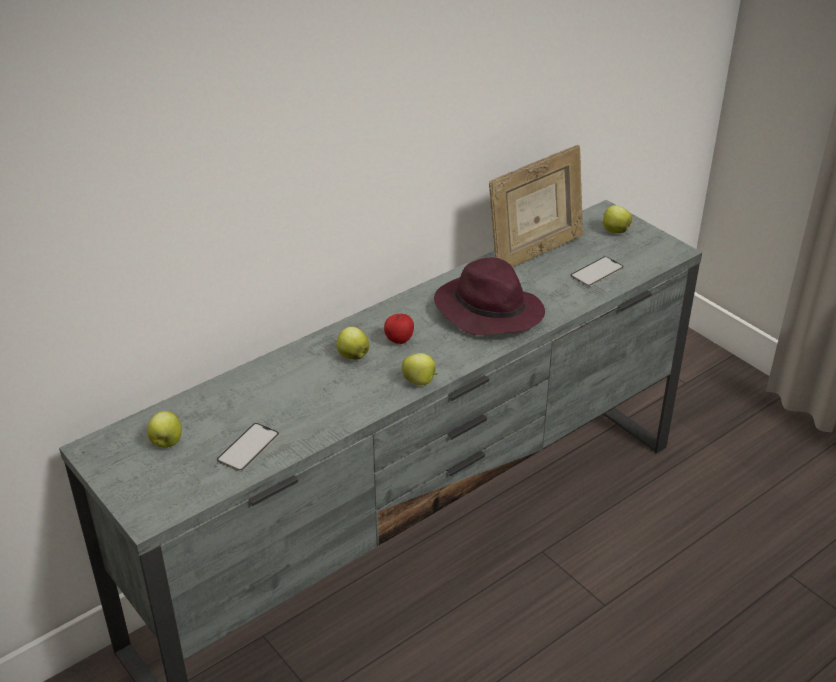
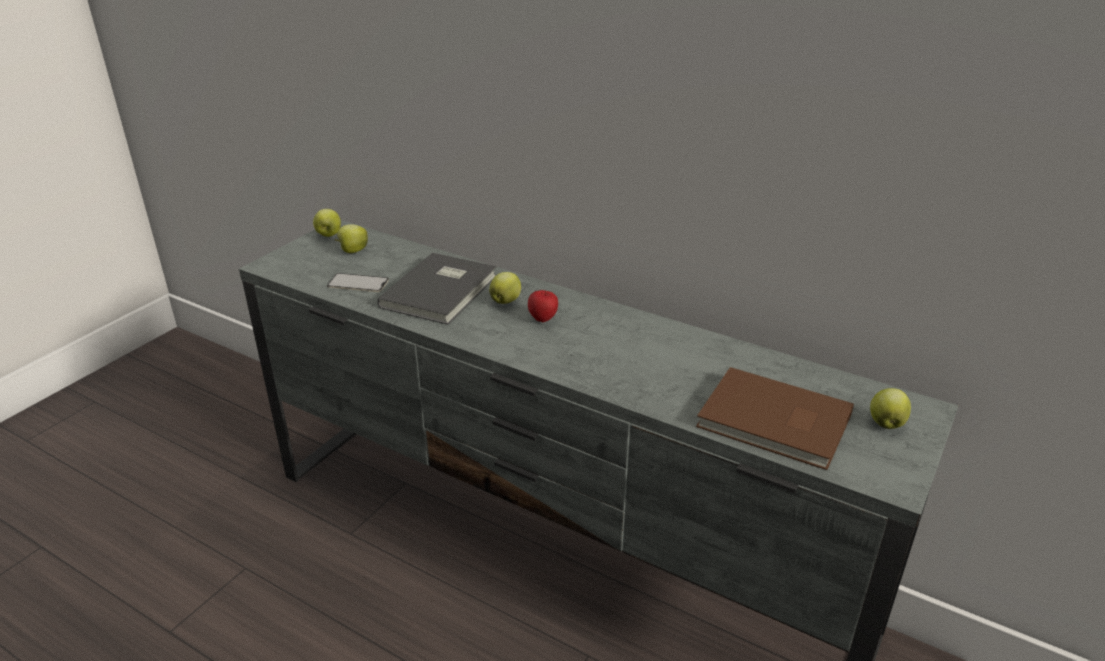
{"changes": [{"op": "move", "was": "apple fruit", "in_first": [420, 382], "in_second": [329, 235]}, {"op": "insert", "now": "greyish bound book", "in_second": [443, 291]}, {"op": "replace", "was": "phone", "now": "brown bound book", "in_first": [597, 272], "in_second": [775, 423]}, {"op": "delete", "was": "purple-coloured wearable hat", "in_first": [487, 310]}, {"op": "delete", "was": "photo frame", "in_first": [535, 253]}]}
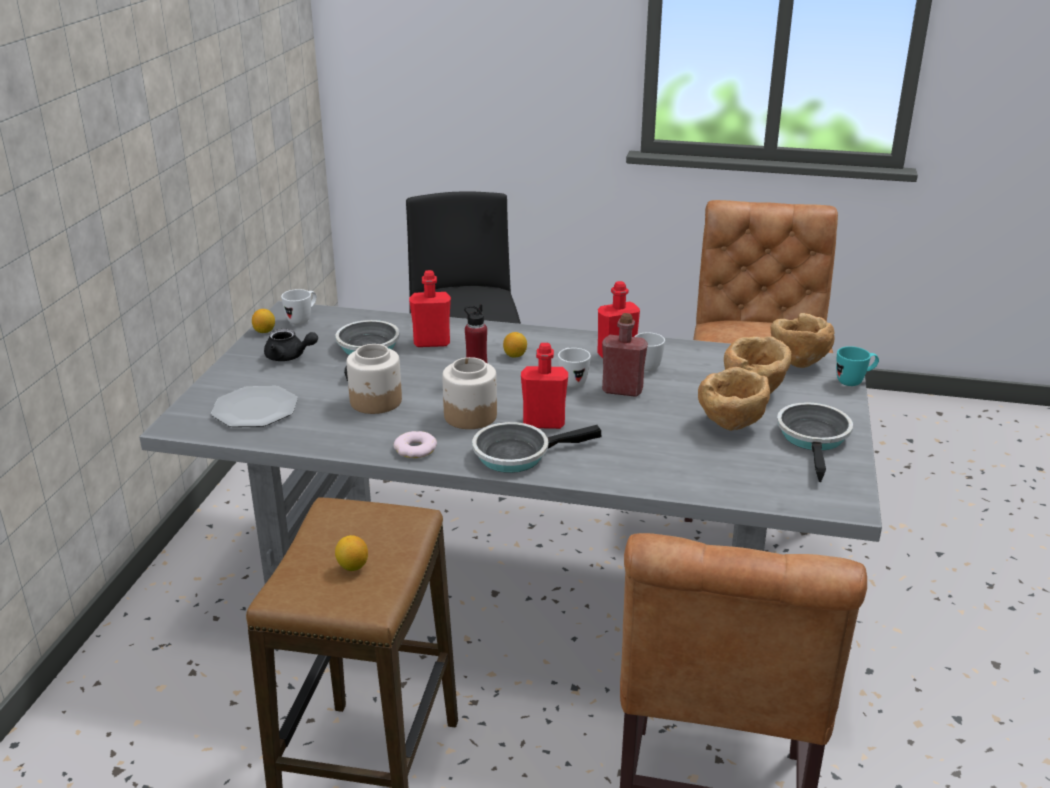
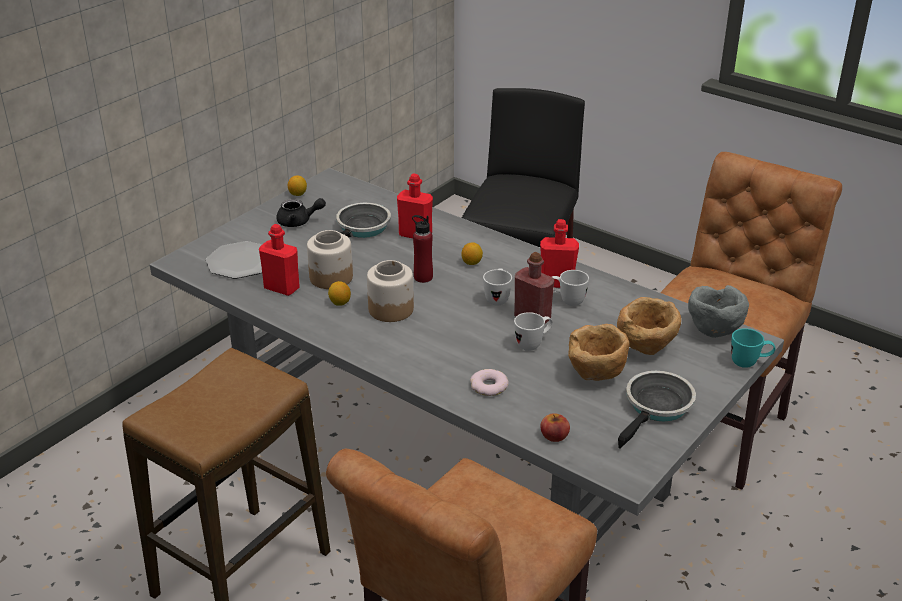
{"changes": [{"op": "move", "was": "reddish beverage bottle", "in_first": [544, 423], "in_second": [281, 288]}, {"op": "rotate", "was": "black-coloured pot for tea", "in_first": [289, 357], "in_second": [298, 222], "clockwise": -45}, {"op": "move", "was": "lemon", "in_first": [352, 566], "in_second": [339, 303]}, {"op": "move", "was": "donut", "in_first": [415, 449], "in_second": [489, 386]}, {"op": "move", "was": "white tea mug", "in_first": [303, 319], "in_second": [533, 344]}, {"op": "insert", "now": "apple fruit", "in_second": [554, 435]}, {"op": "recolor", "was": "brown bowl", "now": "greyish bowl", "in_first": [797, 363], "in_second": [713, 331]}, {"op": "delete", "was": "pan", "in_first": [517, 454]}]}
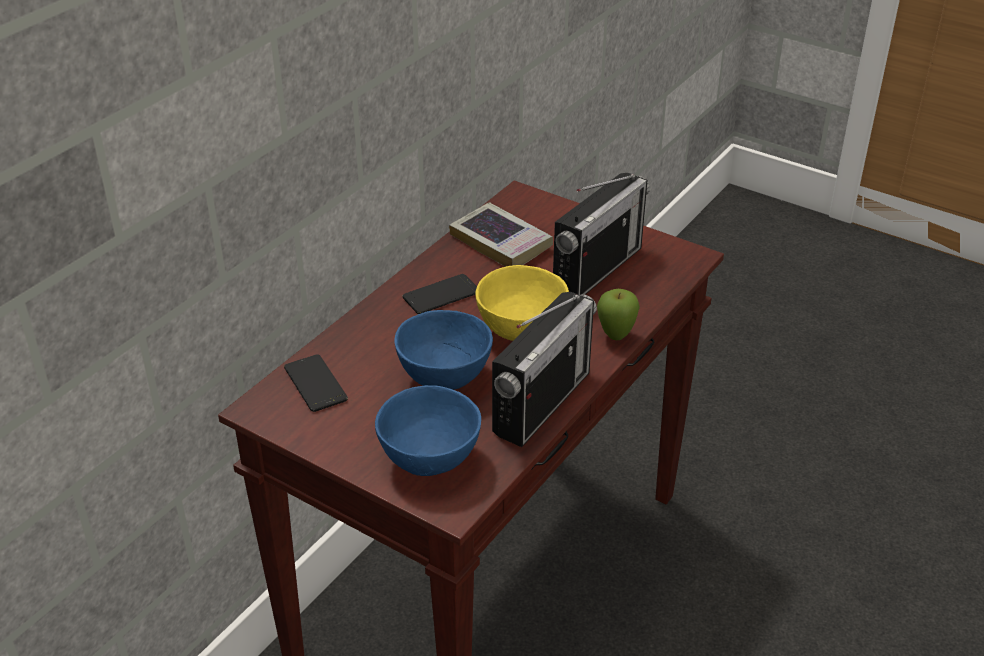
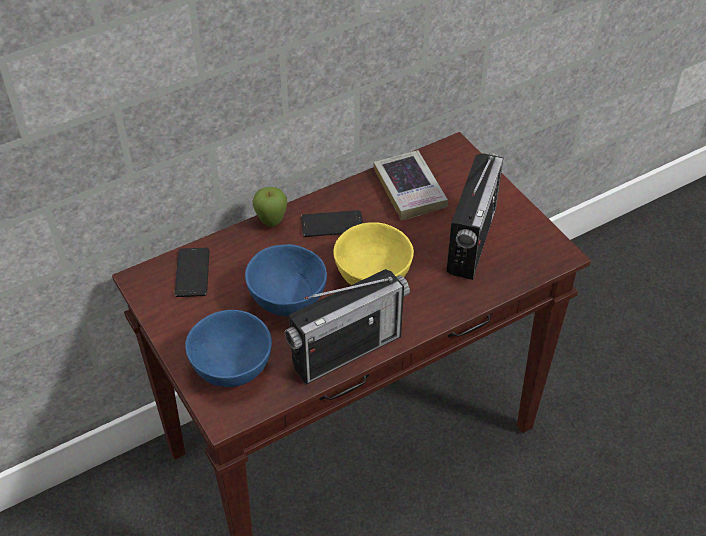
{"changes": [{"op": "move", "was": "apple fruit", "in_first": [616, 336], "in_second": [271, 223]}, {"op": "rotate", "was": "radio receiver", "in_first": [597, 269], "in_second": [471, 241], "clockwise": -45}]}
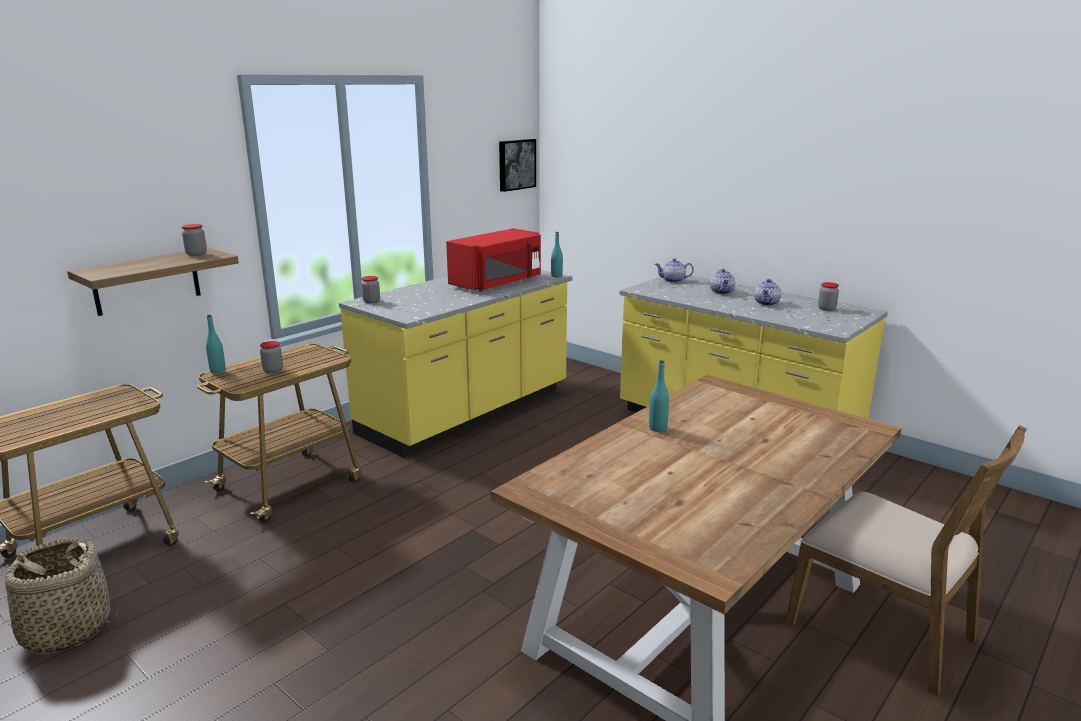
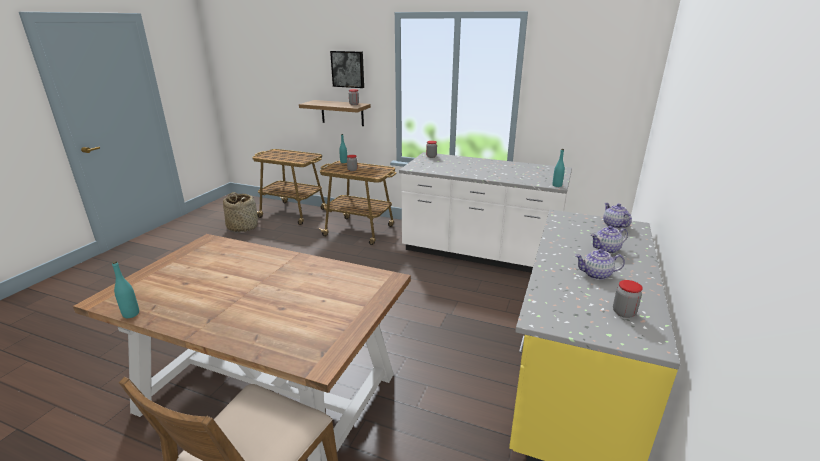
{"changes": [{"op": "move", "was": "turquoise-coloured beverage bottle", "in_first": [657, 428], "in_second": [131, 314]}, {"op": "move", "was": "wall picture", "in_first": [516, 164], "in_second": [348, 69]}, {"op": "recolor", "was": "yellow-coloured kitchen base unit", "now": "white kitchen base unit", "in_first": [467, 412], "in_second": [479, 253]}, {"op": "delete", "was": "reddish microwave", "in_first": [497, 283]}]}
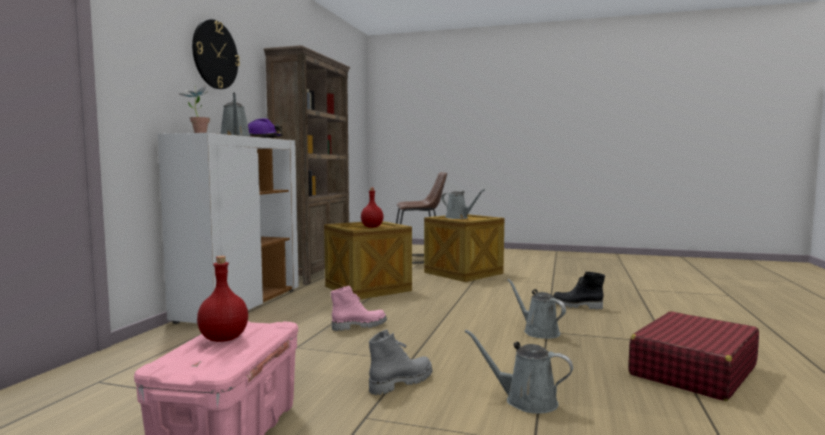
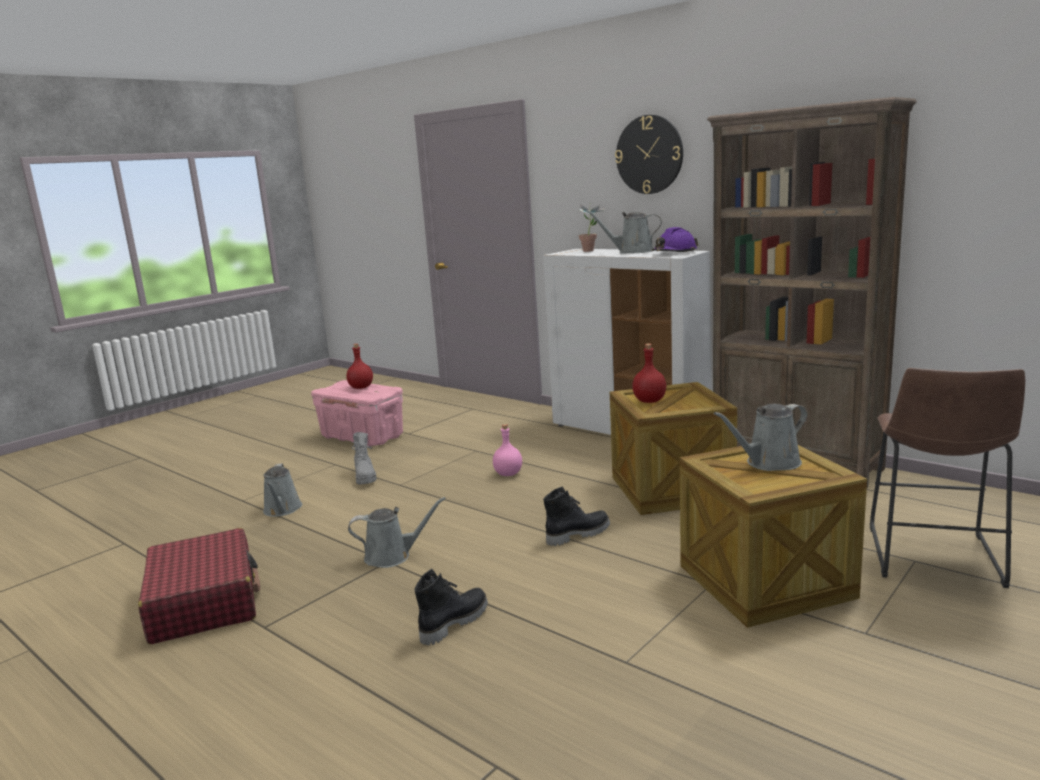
{"changes": [{"op": "rotate", "was": "greyish watering pot", "in_first": [525, 401], "in_second": [282, 510], "clockwise": 120}, {"op": "replace", "was": "pink-coloured boot", "now": "pink-coloured beverage bottle", "in_first": [359, 326], "in_second": [508, 474]}, {"op": "insert", "now": "black-coloured boot", "in_second": [577, 534]}]}
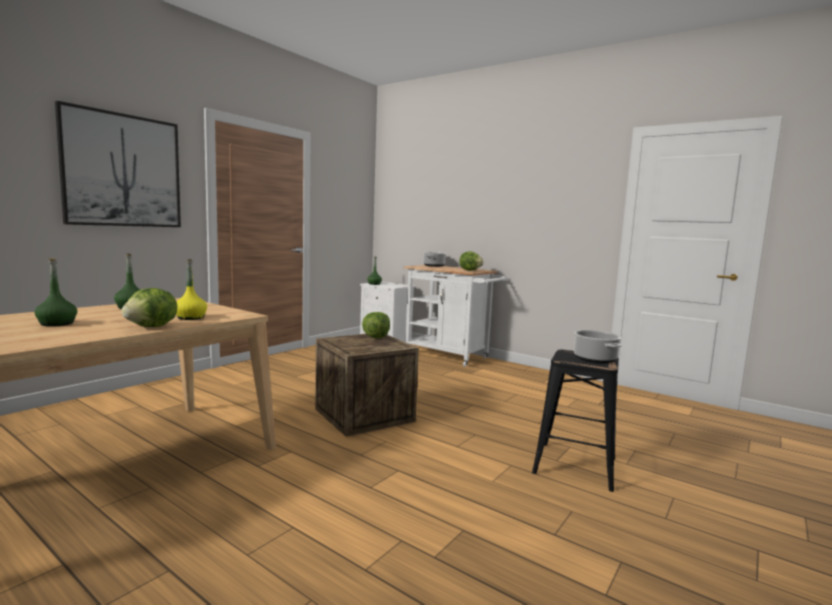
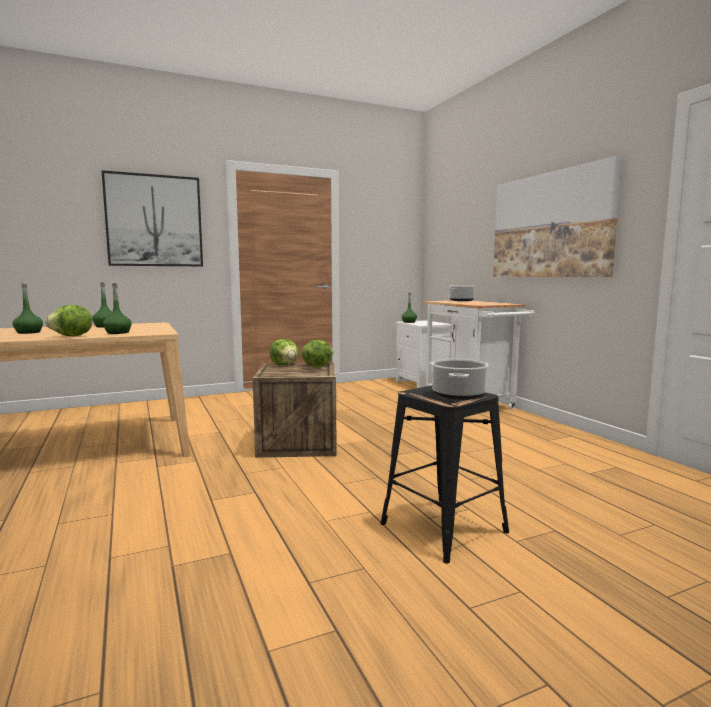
{"changes": [{"op": "recolor", "was": "yellow-coloured beverage bottle", "now": "greenish beverage bottle", "in_first": [190, 318], "in_second": [118, 333]}, {"op": "move", "was": "head of lettuce", "in_first": [470, 270], "in_second": [285, 365]}, {"op": "insert", "now": "wall picture", "in_second": [550, 225]}]}
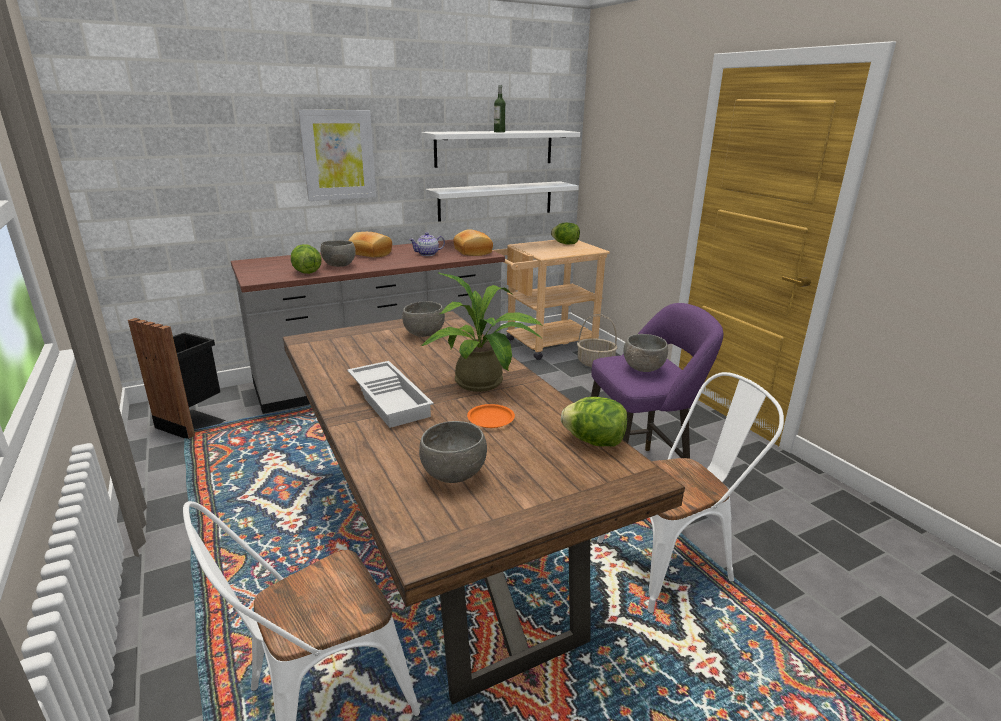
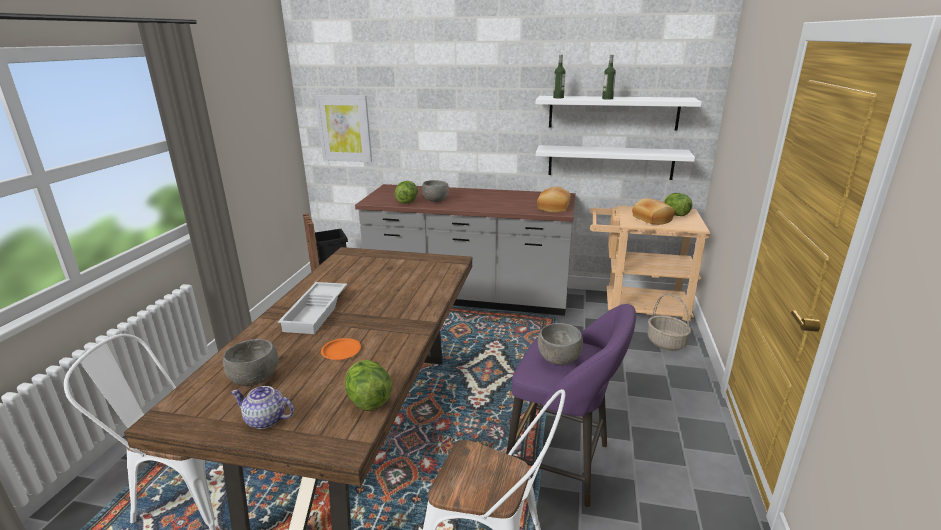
{"changes": [{"op": "move", "was": "pot for tea", "in_first": [428, 254], "in_second": [266, 420]}, {"op": "move", "was": "wall picture", "in_first": [338, 155], "in_second": [344, 128]}, {"op": "insert", "now": "beverage bottle", "in_second": [558, 97]}, {"op": "move", "was": "baked bread", "in_first": [370, 254], "in_second": [651, 219]}, {"op": "delete", "was": "greyish bowl", "in_first": [424, 334]}, {"op": "delete", "was": "potted plant", "in_first": [483, 384]}]}
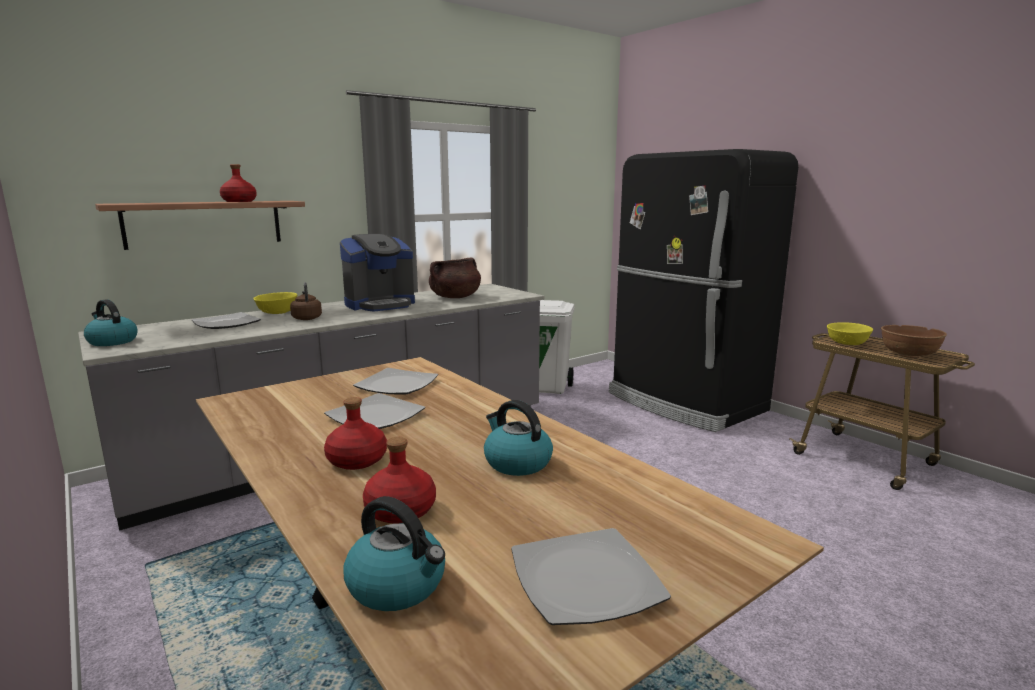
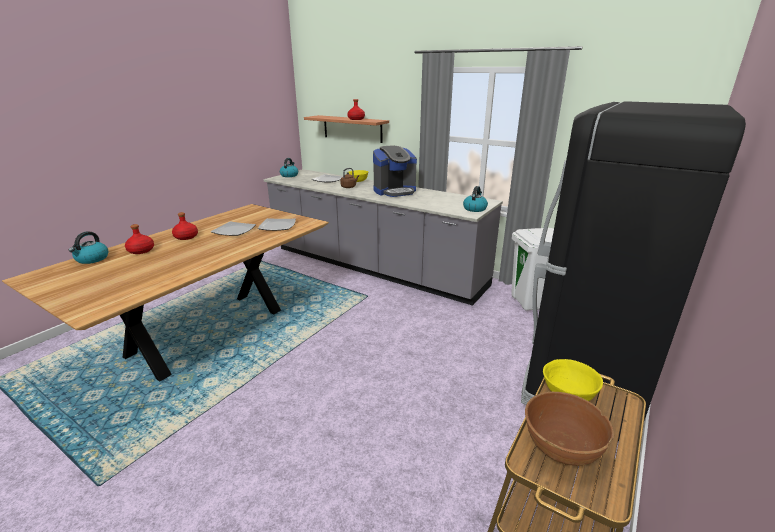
{"changes": [{"op": "rotate", "was": "coffee machine", "in_first": [380, 304], "in_second": [394, 191], "clockwise": -60}, {"op": "move", "was": "kettle", "in_first": [516, 462], "in_second": [474, 209]}, {"op": "delete", "was": "brown saucepot", "in_first": [455, 297]}, {"op": "delete", "was": "dinner plate", "in_first": [584, 580]}]}
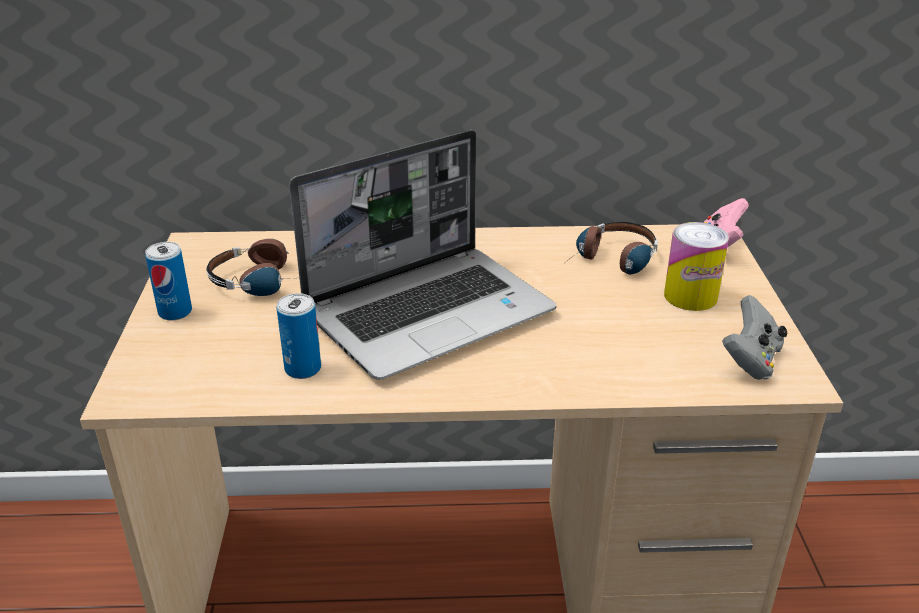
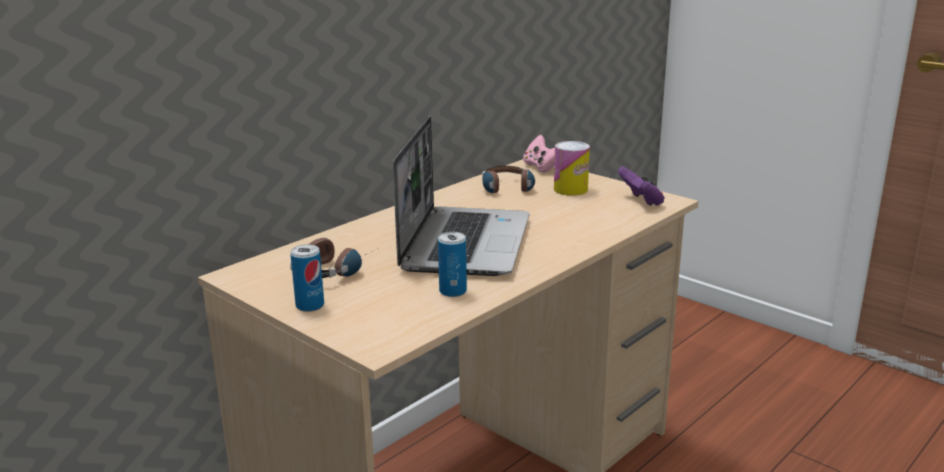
{"changes": [{"op": "recolor", "was": "greyish joypad", "now": "purple-coloured joypad", "in_first": [750, 360], "in_second": [641, 201]}]}
